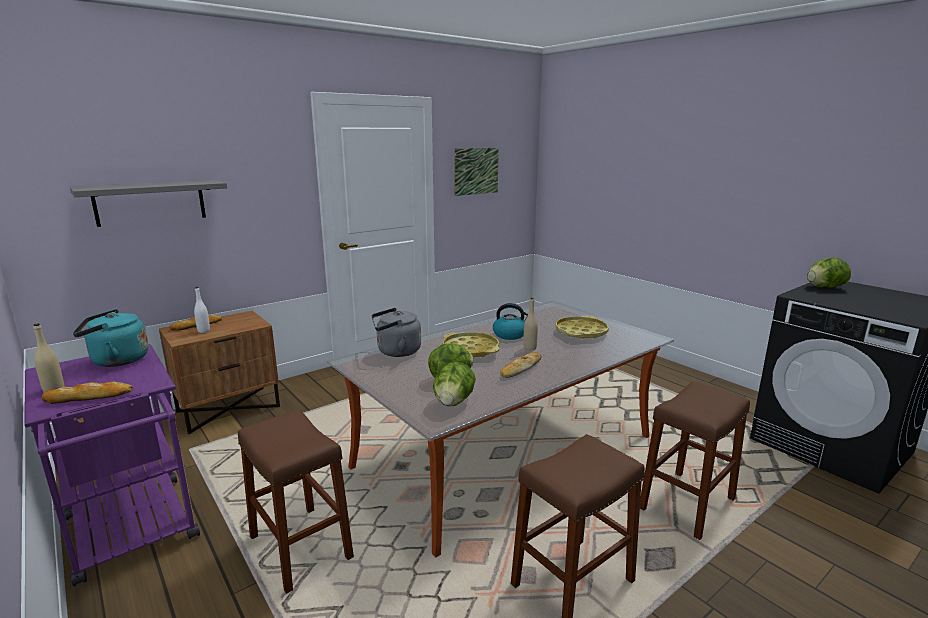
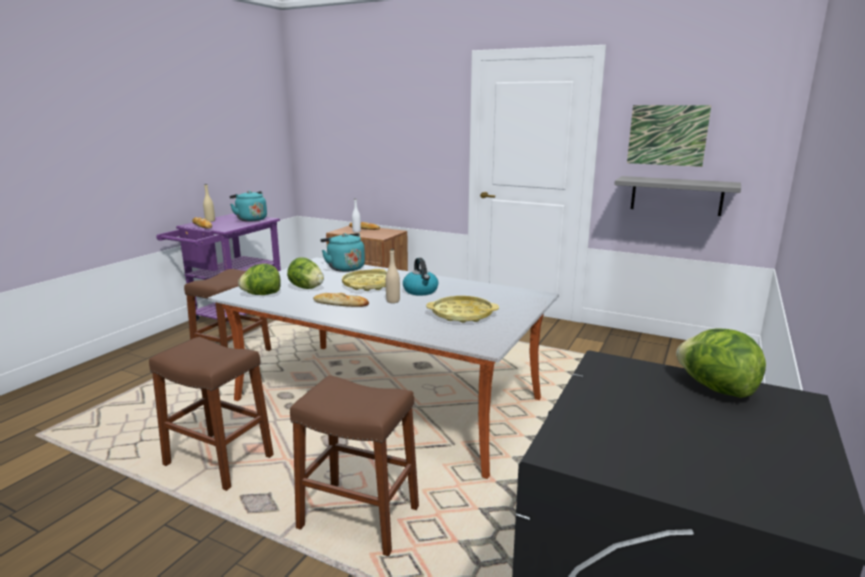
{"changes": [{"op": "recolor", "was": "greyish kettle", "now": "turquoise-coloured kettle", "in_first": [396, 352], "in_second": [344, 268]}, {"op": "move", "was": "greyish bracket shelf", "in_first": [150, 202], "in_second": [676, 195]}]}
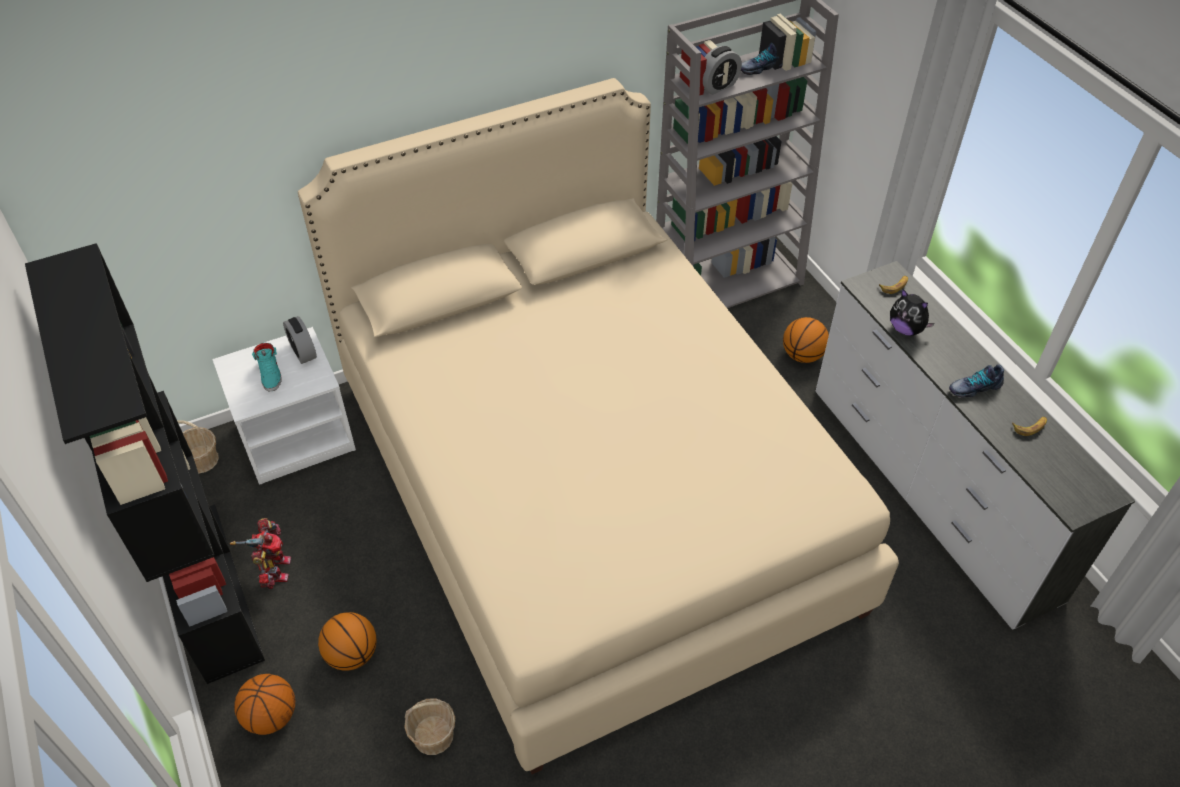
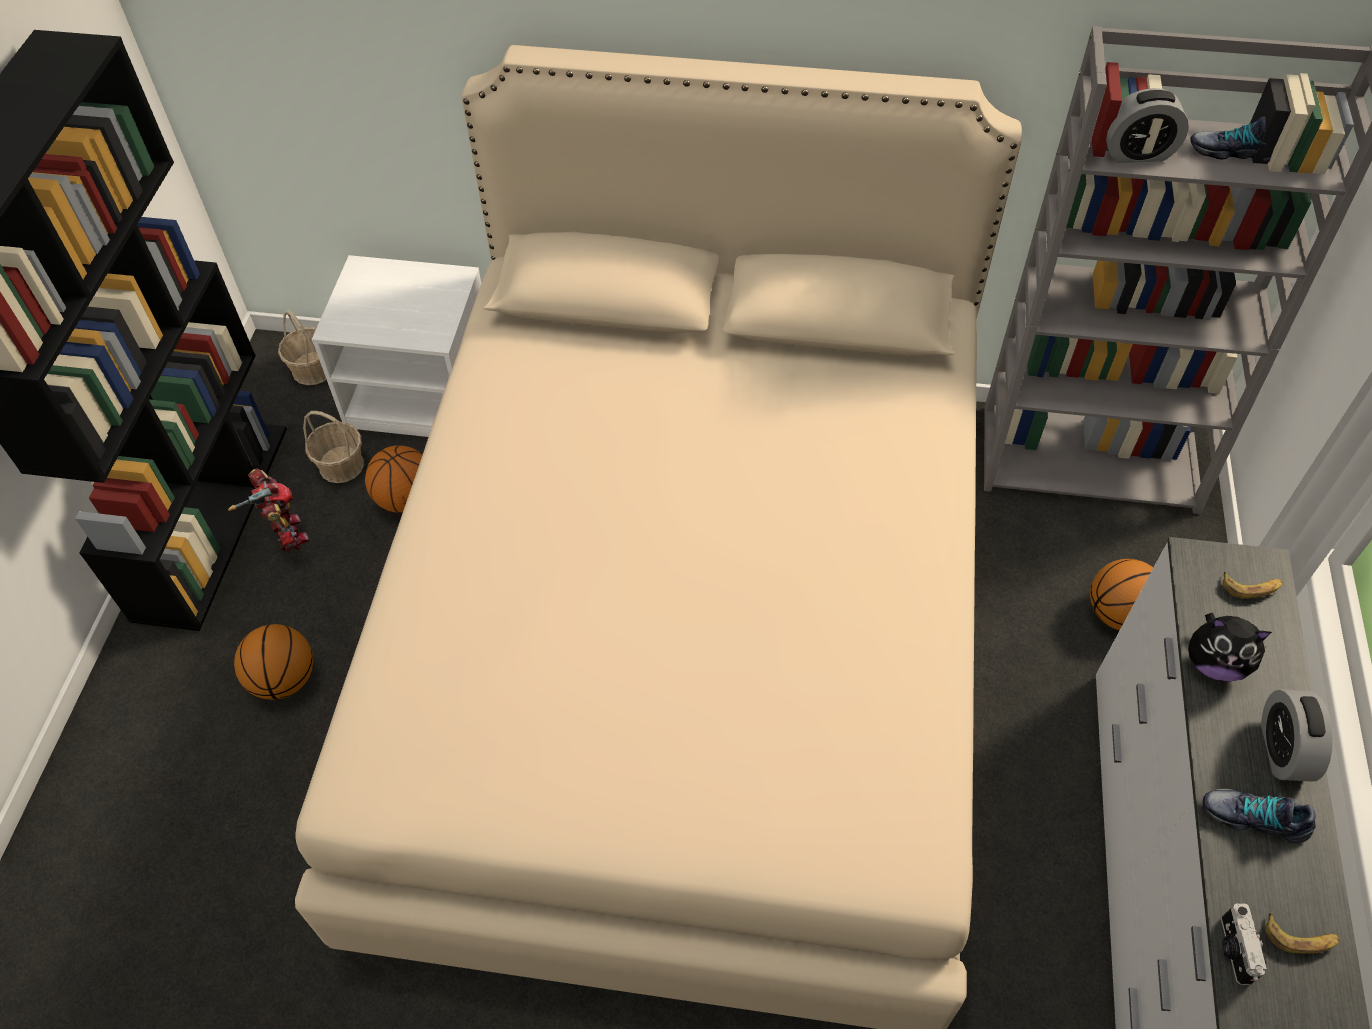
{"changes": [{"op": "rotate", "was": "toy robot", "in_first": [275, 570], "in_second": [286, 534], "clockwise": -60}, {"op": "move", "was": "basket", "in_first": [433, 735], "in_second": [341, 465]}, {"op": "move", "was": "ball for basketball", "in_first": [271, 716], "in_second": [406, 499]}, {"op": "rotate", "was": "plush toy", "in_first": [906, 329], "in_second": [1214, 663], "clockwise": -60}, {"op": "insert", "now": "still camera", "in_second": [1233, 950]}, {"op": "move", "was": "bedside clock", "in_first": [303, 352], "in_second": [1282, 750]}, {"op": "delete", "was": "turquoise-coloured low shoe", "in_first": [270, 373]}]}
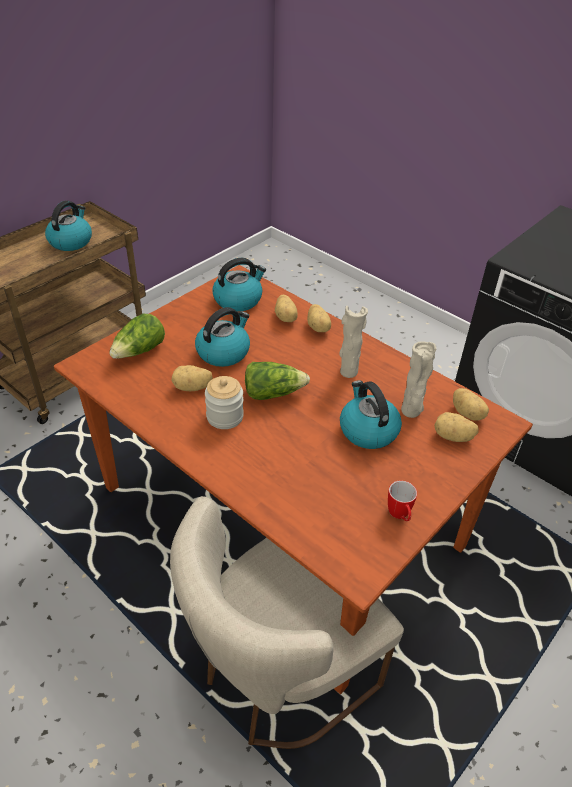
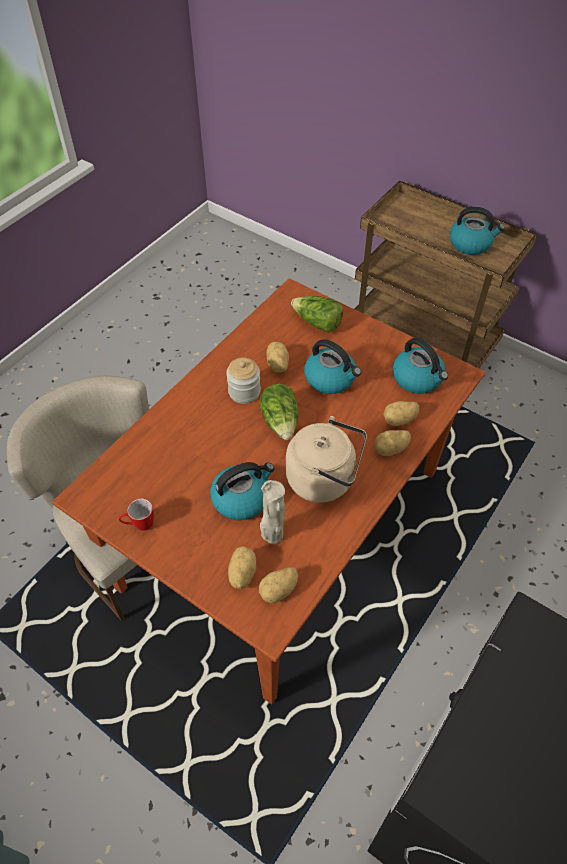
{"changes": [{"op": "replace", "was": "beige flower vase", "now": "beige kettle", "in_first": [348, 371], "in_second": [324, 479]}]}
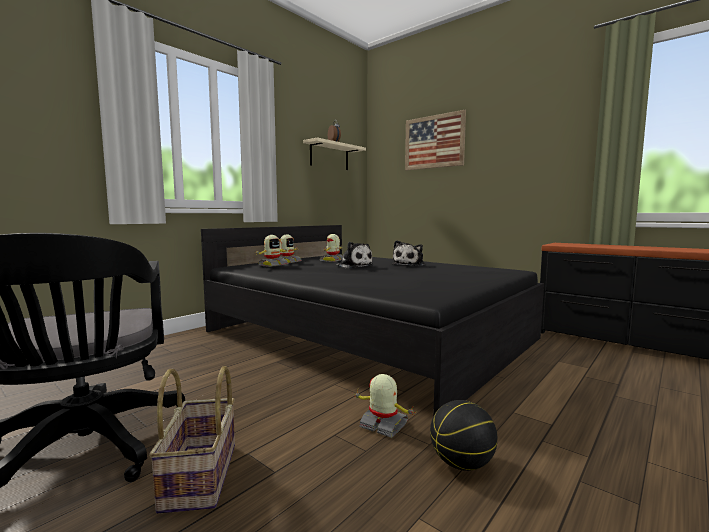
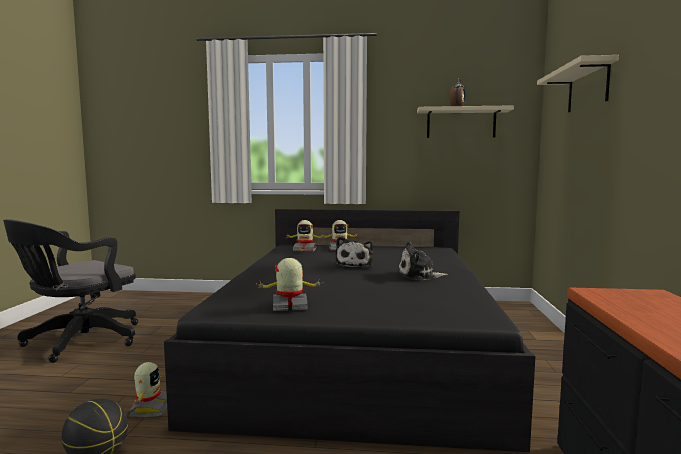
{"changes": [{"op": "move", "was": "toy robot", "in_first": [332, 260], "in_second": [290, 306]}, {"op": "replace", "was": "wall picture", "now": "beige bracket shelf", "in_first": [434, 142], "in_second": [588, 88]}, {"op": "delete", "was": "basket", "in_first": [202, 476]}]}
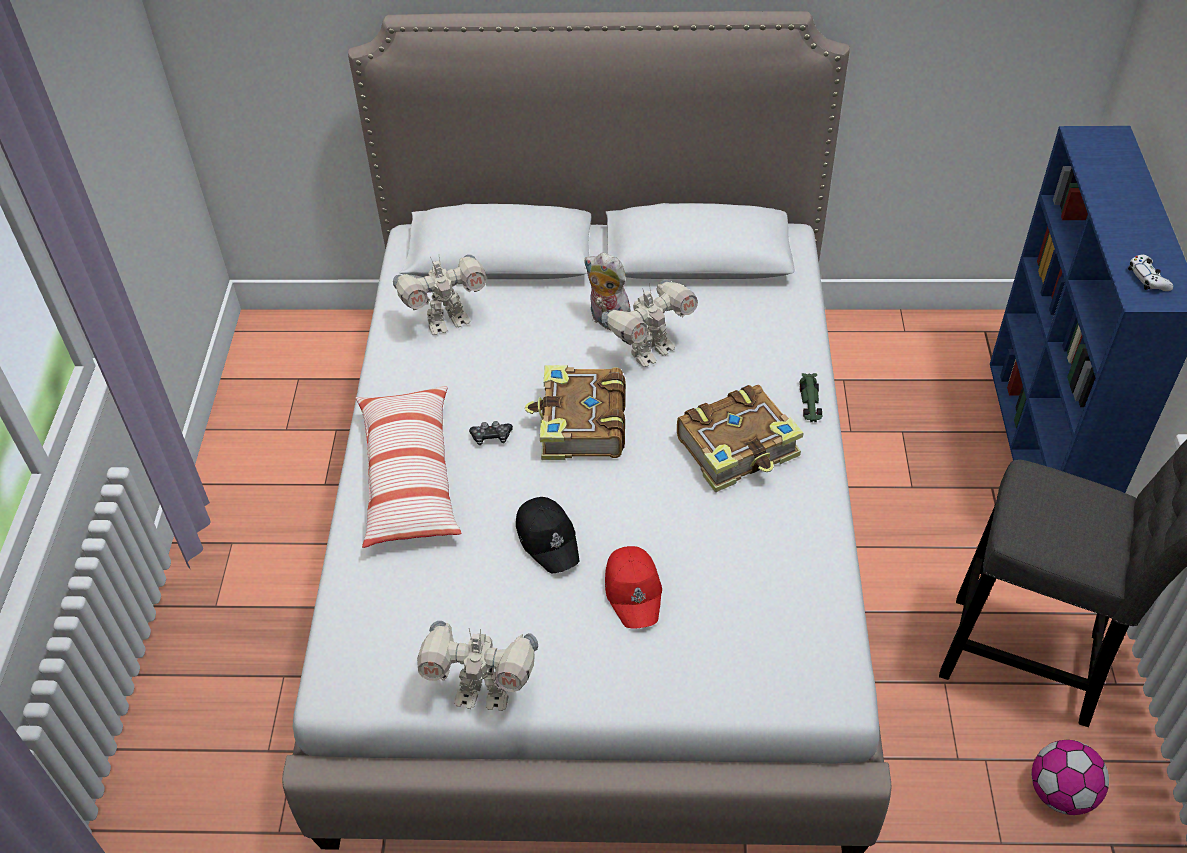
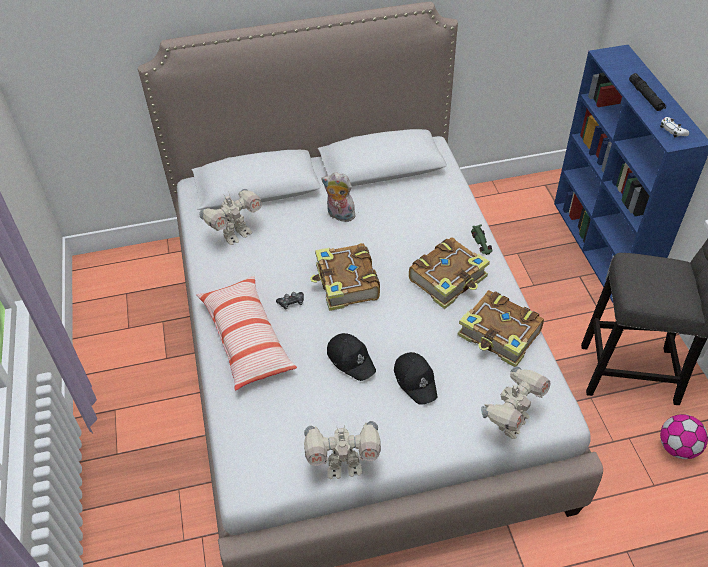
{"changes": [{"op": "recolor", "was": "reddish peaked cap", "now": "black-coloured peaked cap", "in_first": [634, 591], "in_second": [416, 380]}, {"op": "insert", "now": "bound book", "in_second": [500, 336]}, {"op": "move", "was": "toy robot", "in_first": [649, 351], "in_second": [510, 422]}, {"op": "insert", "now": "black-coloured torch", "in_second": [645, 96]}]}
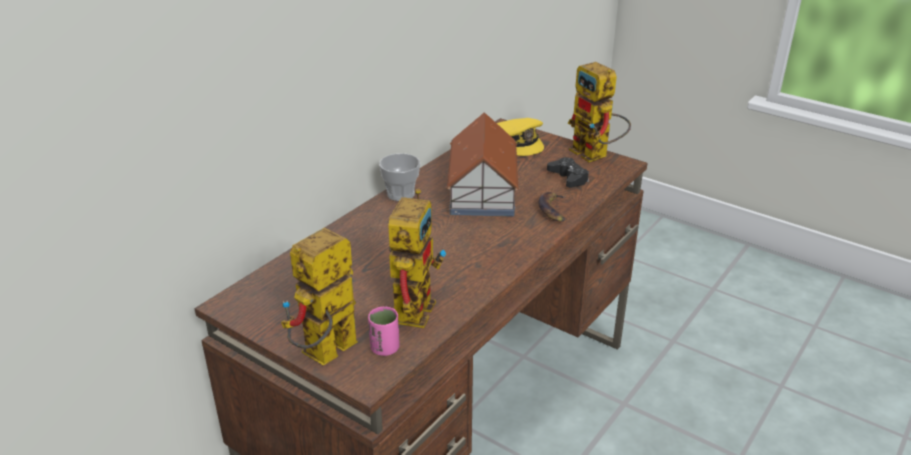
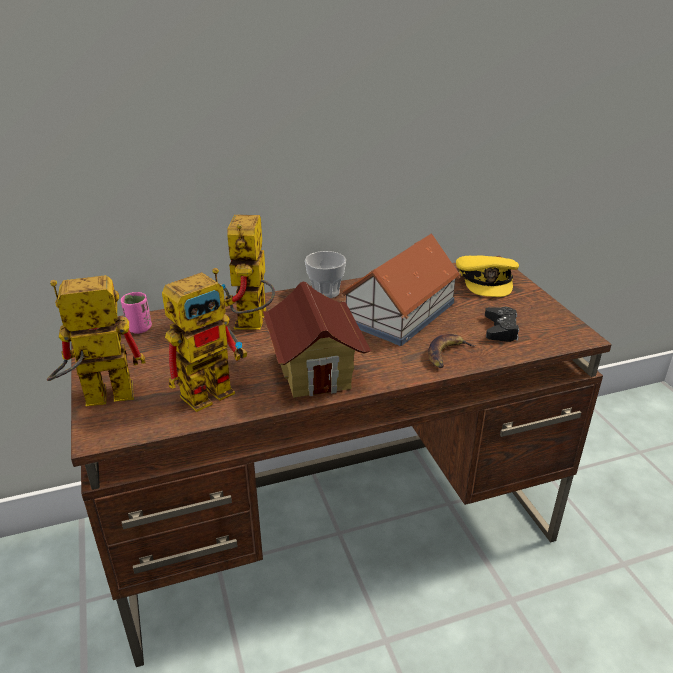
{"changes": [{"op": "move", "was": "pink-coloured cup", "in_first": [385, 348], "in_second": [139, 328]}, {"op": "move", "was": "toy robot", "in_first": [596, 155], "in_second": [253, 325]}, {"op": "insert", "now": "model house", "in_second": [315, 373]}]}
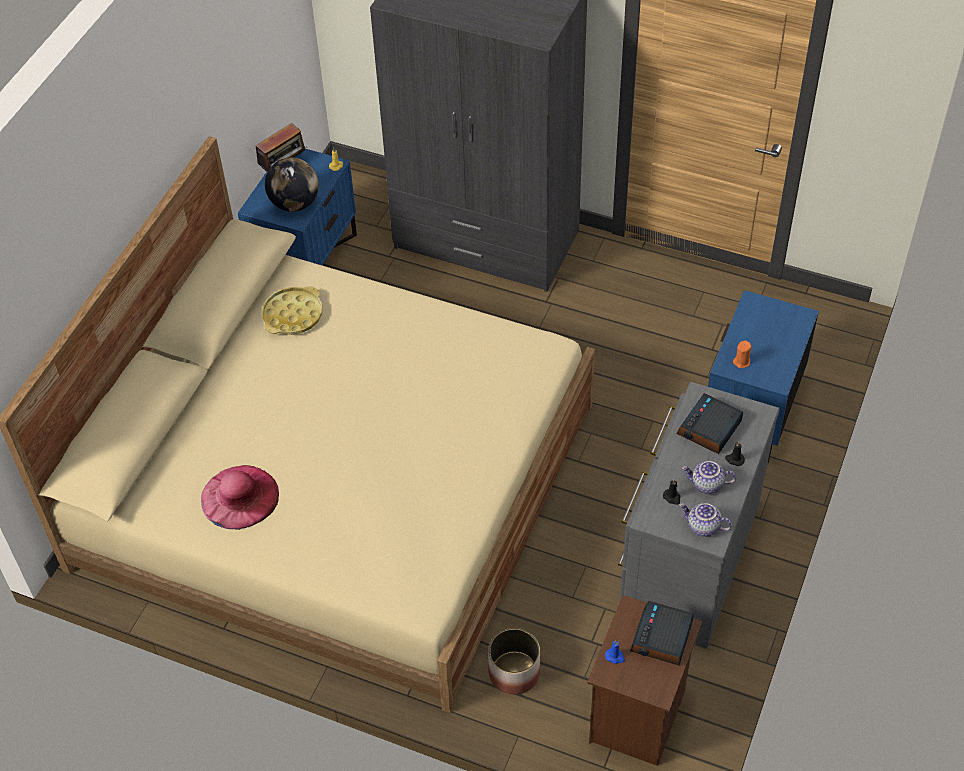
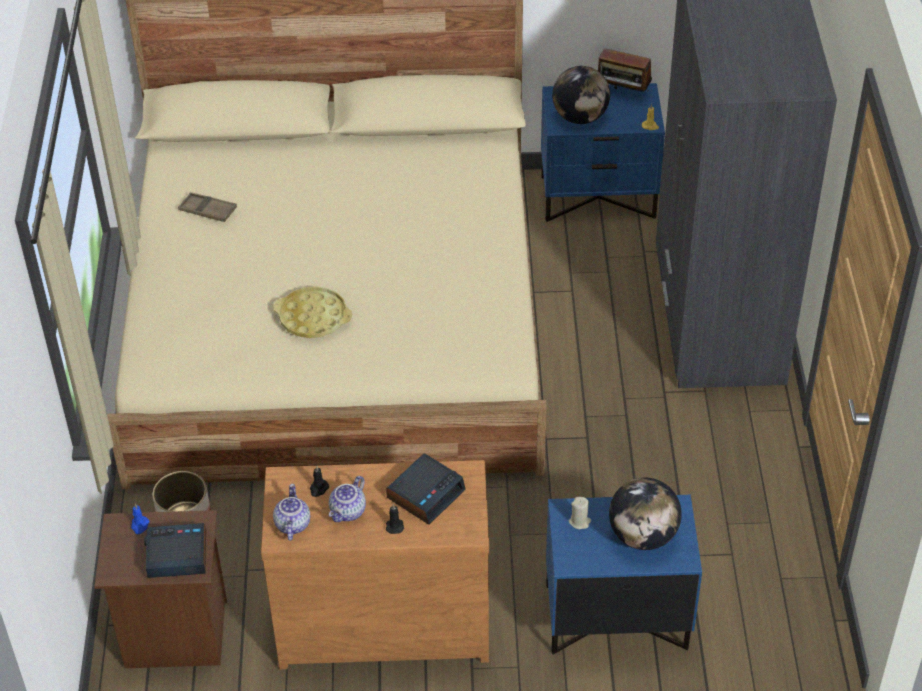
{"changes": [{"op": "replace", "was": "pink-coloured wearable hat", "now": "brown serving tray", "in_first": [239, 497], "in_second": [208, 210]}, {"op": "recolor", "was": "greyish chest of drawers", "now": "brown chest of drawers", "in_first": [686, 561], "in_second": [382, 618]}, {"op": "move", "was": "yellow-coloured serving tray", "in_first": [293, 315], "in_second": [313, 317]}, {"op": "rotate", "was": "pot for tea", "in_first": [706, 485], "in_second": [348, 512], "clockwise": -135}, {"op": "rotate", "was": "bedside clock", "in_first": [709, 429], "in_second": [425, 493], "clockwise": 120}, {"op": "recolor", "was": "orangey wax candle", "now": "beige wax candle", "in_first": [741, 362], "in_second": [579, 521]}, {"op": "insert", "now": "world globe", "in_second": [643, 536]}]}
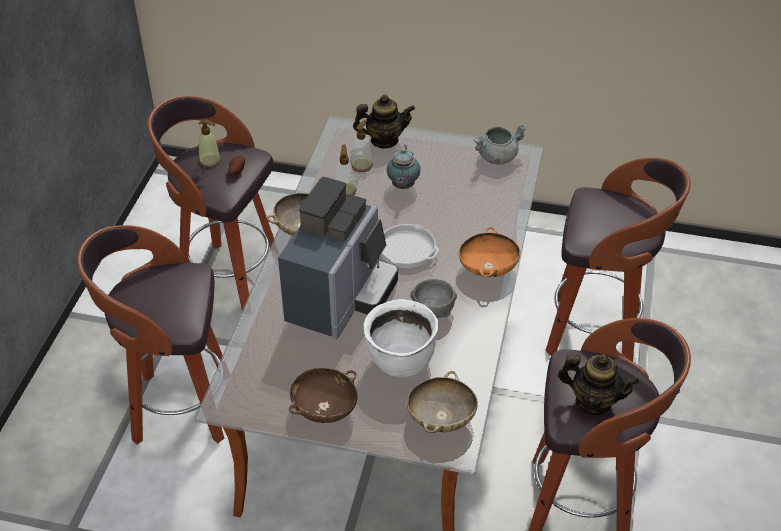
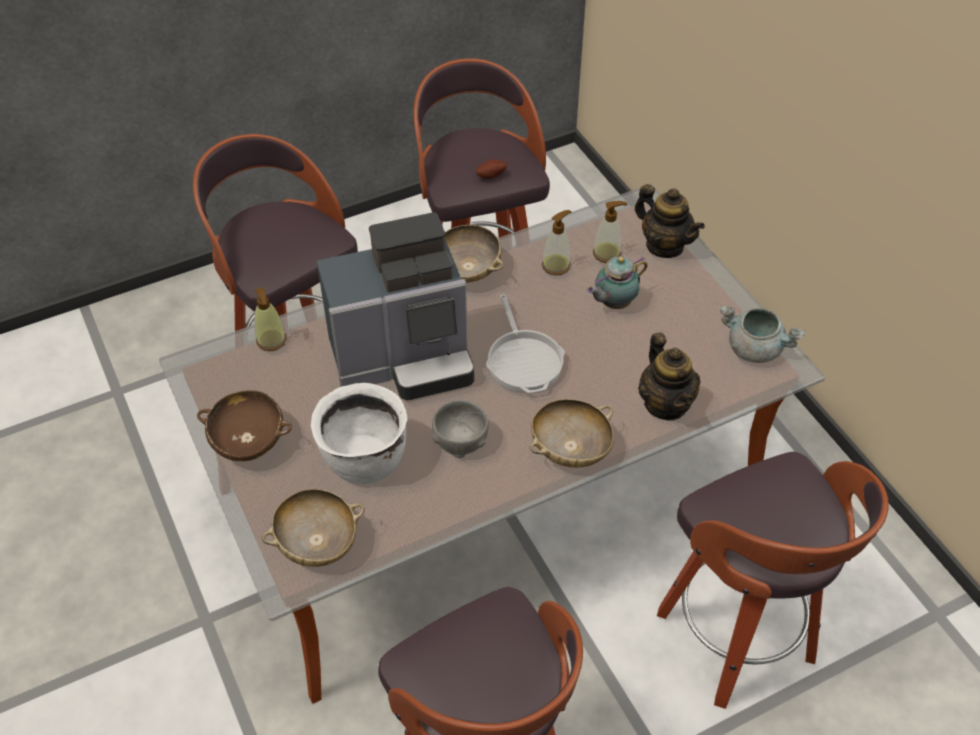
{"changes": [{"op": "move", "was": "liquid soap bottle", "in_first": [210, 161], "in_second": [271, 340]}, {"op": "recolor", "was": "orangey bowl", "now": "beige bowl", "in_first": [487, 268], "in_second": [570, 448]}, {"op": "move", "was": "pot for tea", "in_first": [593, 401], "in_second": [665, 404]}]}
